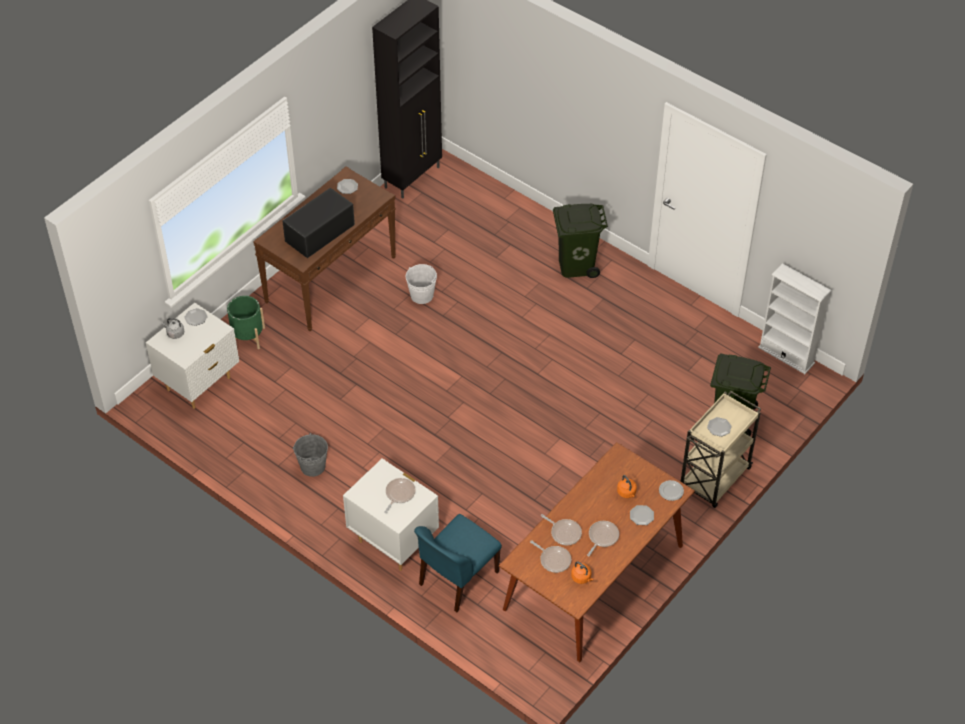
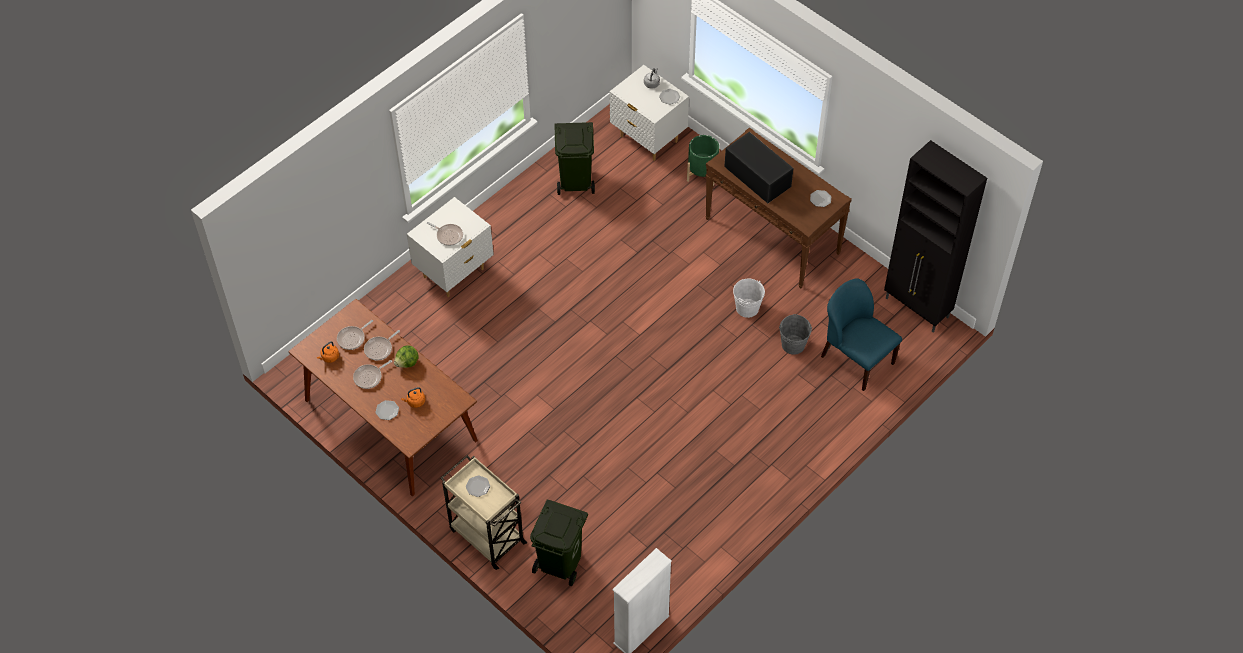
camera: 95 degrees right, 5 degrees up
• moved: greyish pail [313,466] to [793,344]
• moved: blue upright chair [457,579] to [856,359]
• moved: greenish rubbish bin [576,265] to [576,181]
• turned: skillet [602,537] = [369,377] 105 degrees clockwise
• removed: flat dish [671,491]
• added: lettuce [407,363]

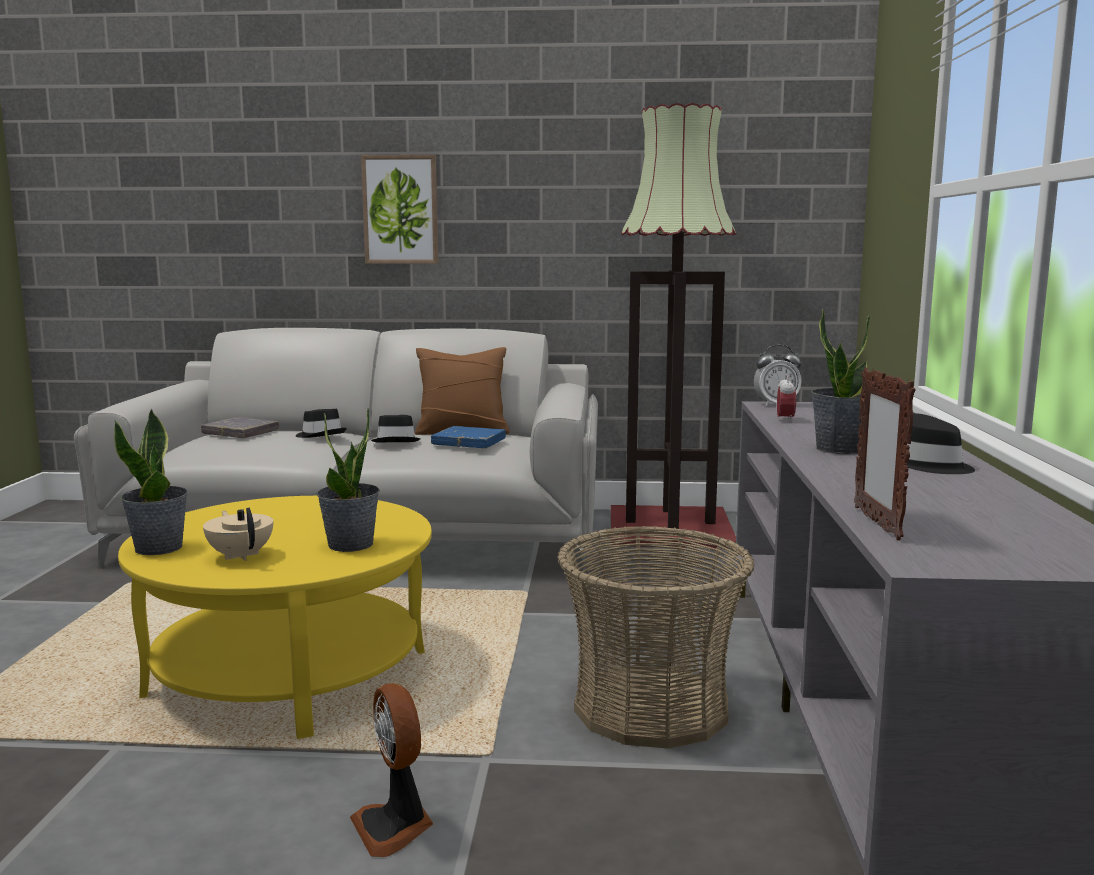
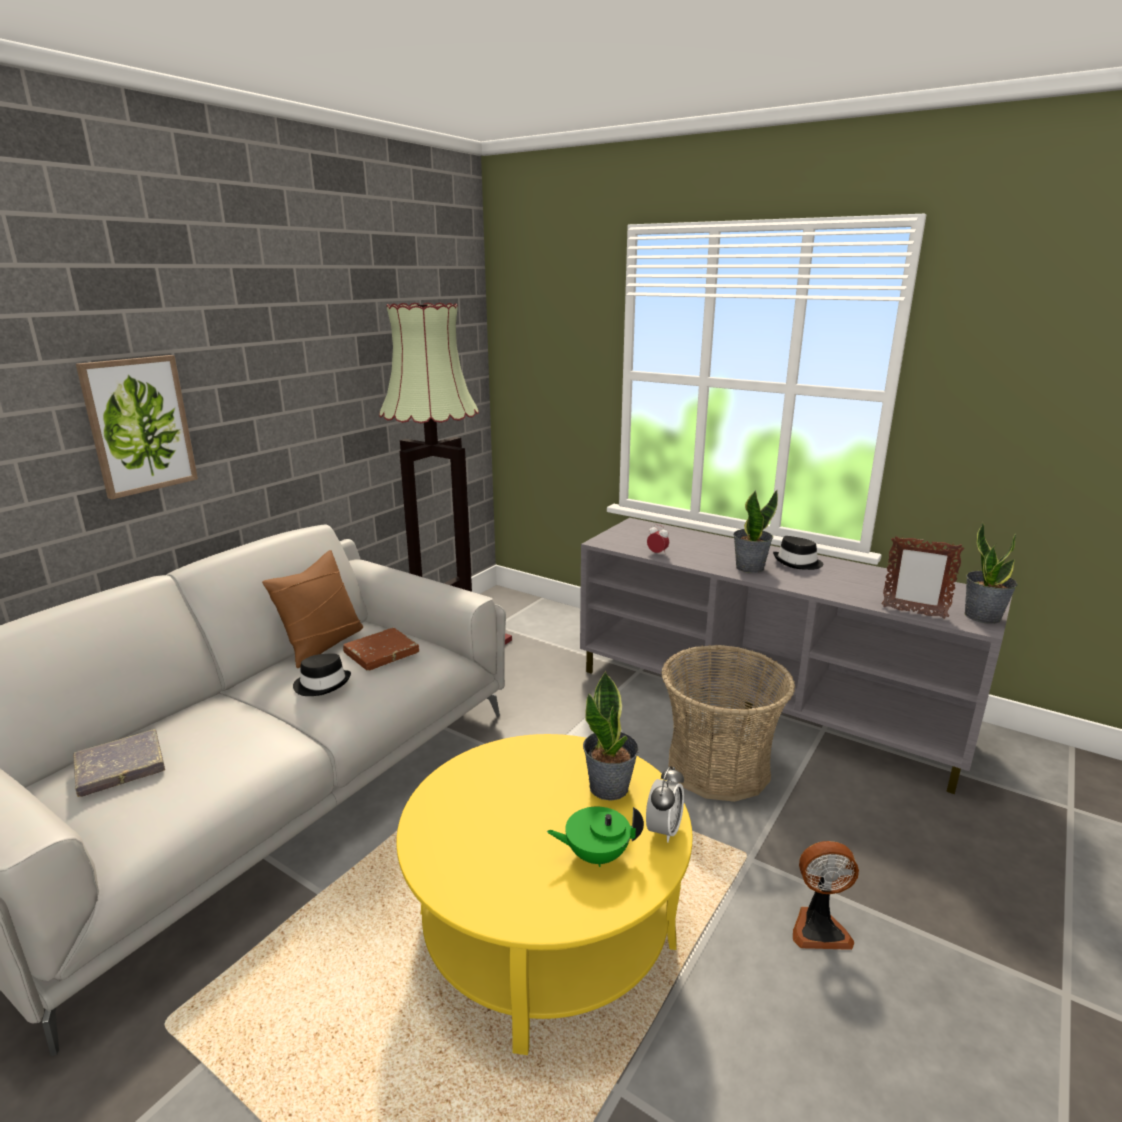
camera: 60 degrees left, 10 degrees up
• moved: houseplant [159,548] to [982,616]
• recoloured: sand-coloured pot for tea [241,556] to greenish pot for tea [596,855]
• removed: blackish hat [320,435]
• recoloured: blue bound book [469,442] to brown bound book [381,653]
• moved: alarm clock [776,405] to [663,830]

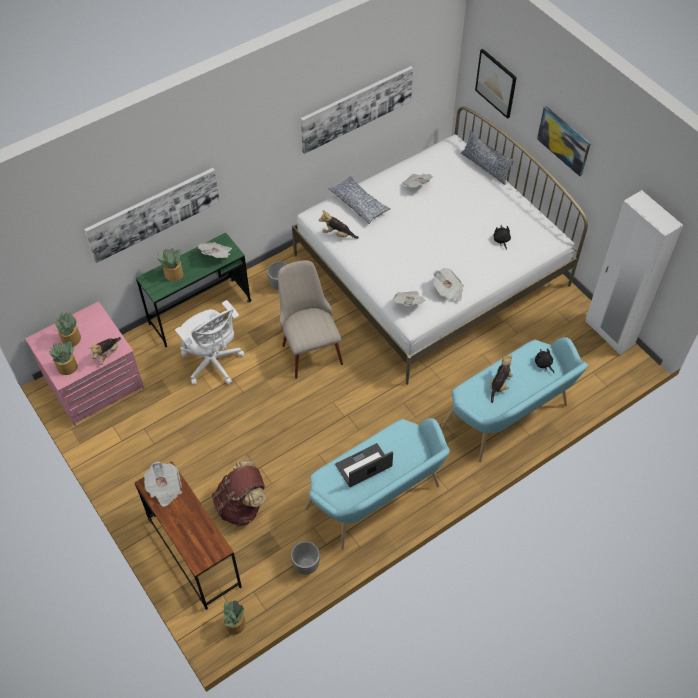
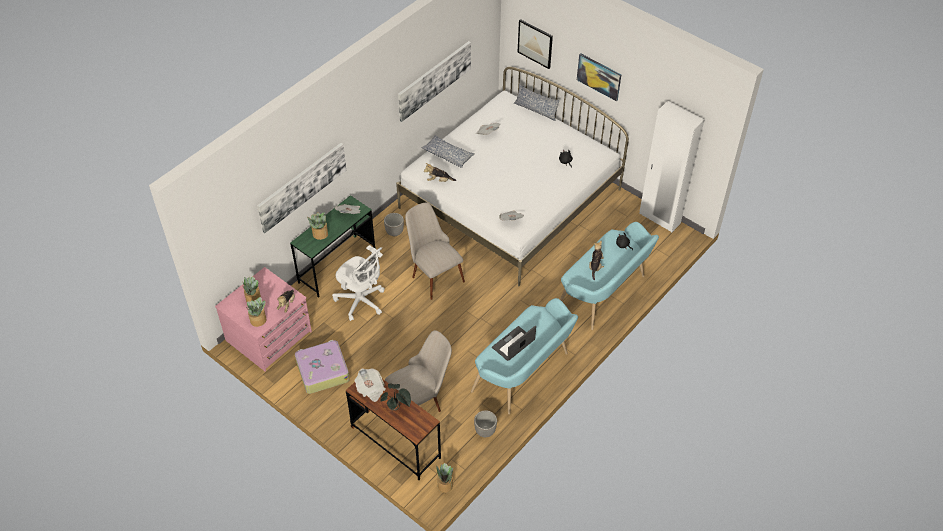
camera: 15 degrees left, 5 degrees down
• replaced: brown rucksack [241,505] to sand-coloured upright chair [420,400]
• removed: printed paper [448,290]
• added: suitcase [322,371]
• added: houseplant [396,407]

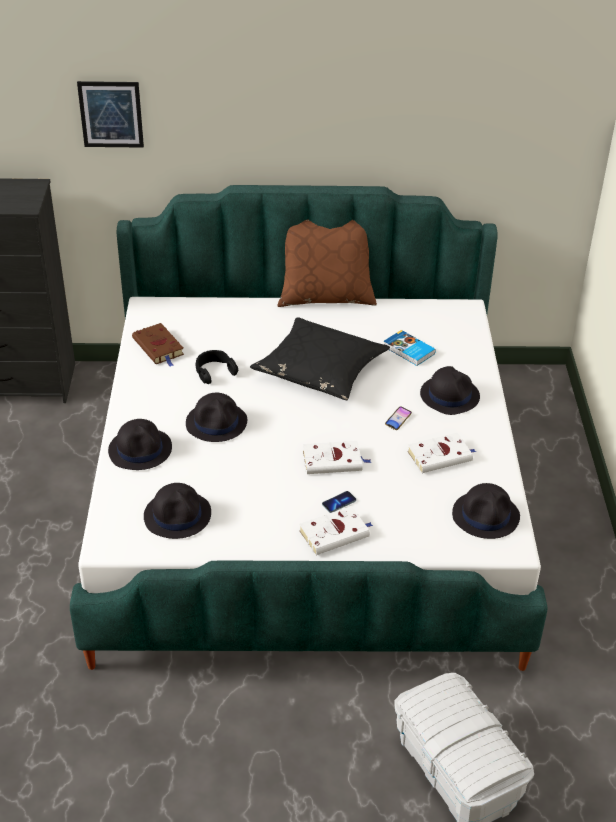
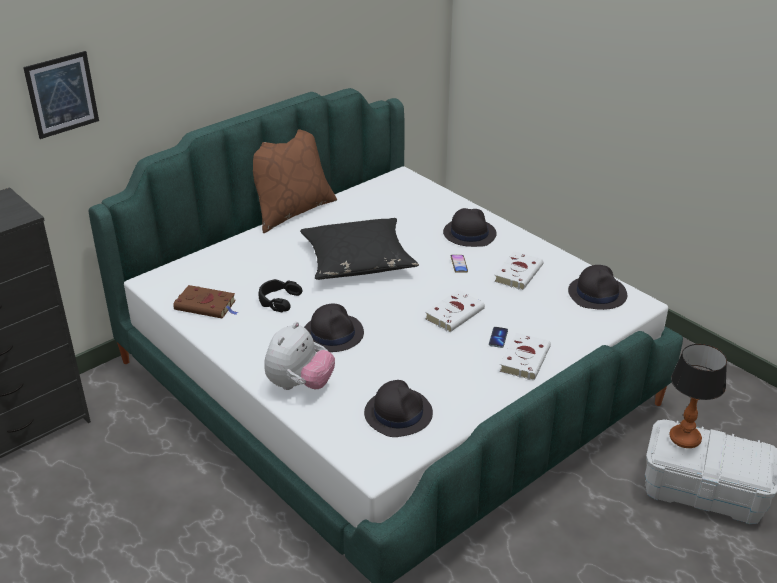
camera: 40 degrees left, 5 degrees down
• replaced: blackish hat [140,449] to cuddly toy [299,385]
• removed: bound book [408,350]
• added: tabletop lamp [684,438]

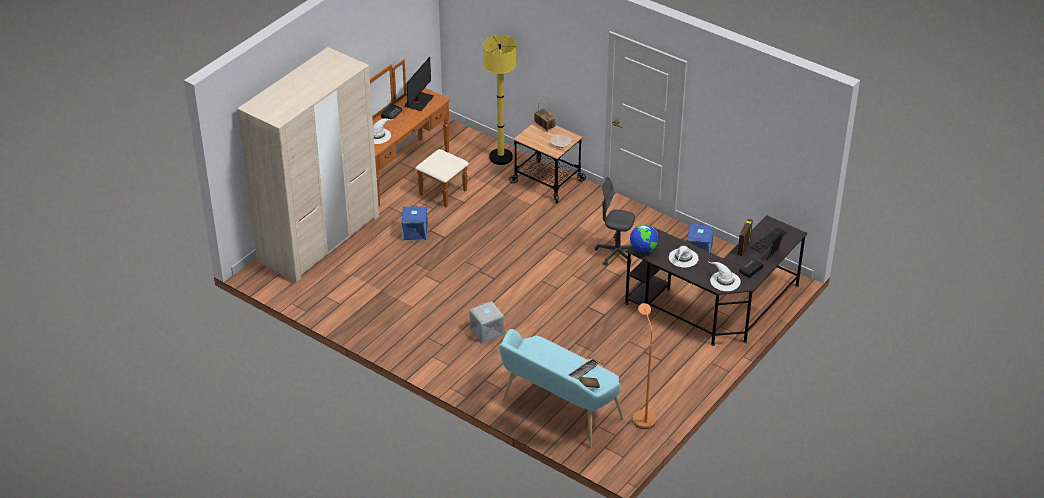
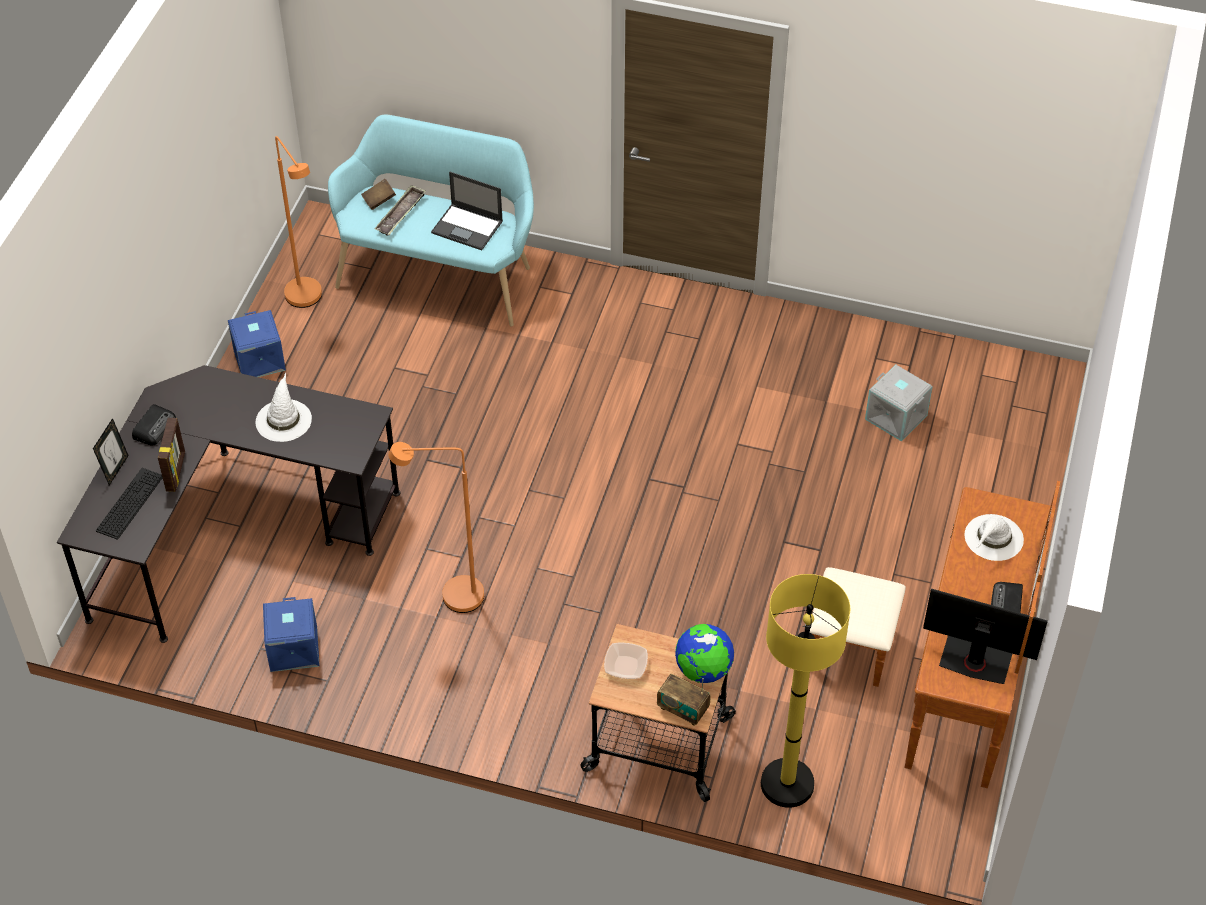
camera: 160 degrees right, 10 degrees up
• removed: sand-coloured wardrobe [319,239]
• moved: blue storage container [415,232] to [258,360]
• turned: computer screen [418,101] = [975,659] 105 degrees clockwise
• moved: greyish storage container [486,331] to [897,416]
• replaced: greyish computer chair [616,254] to orange-coloured standing lamp [451,596]
• moved: desk globe [643,249] to [703,670]
• removed: white-coloured hat [724,281]
• added: portable computer [468,227]

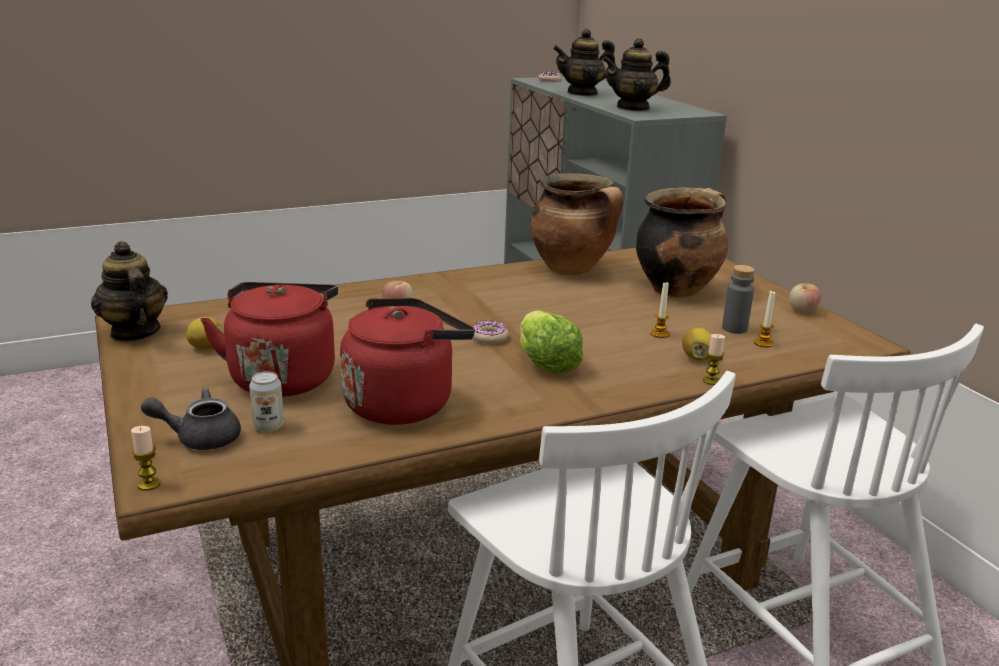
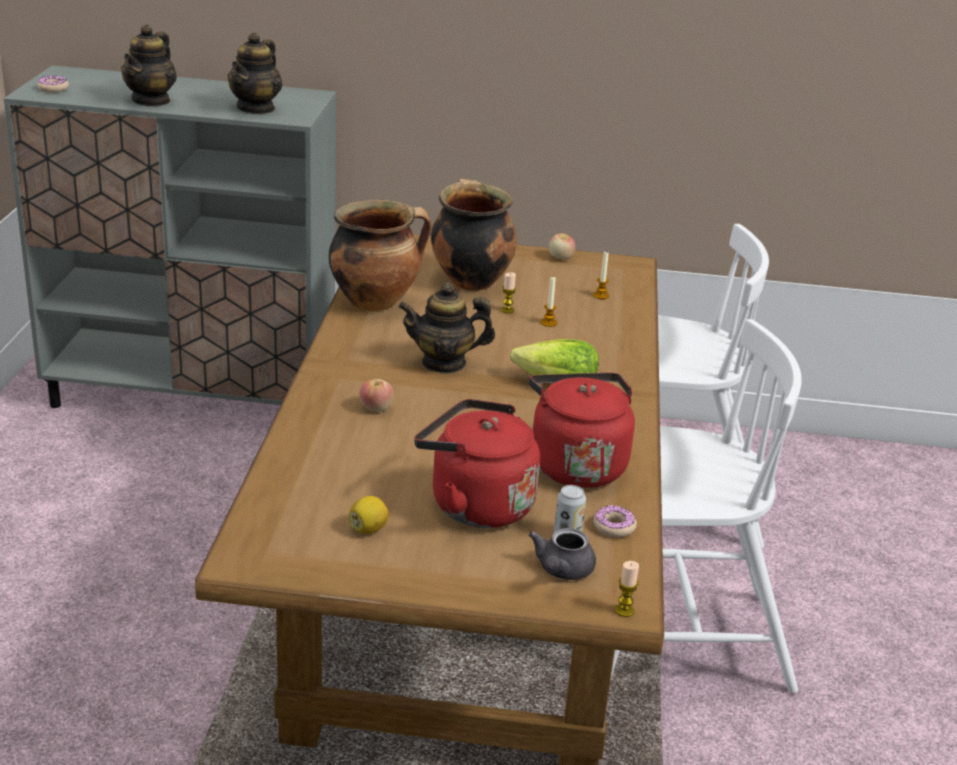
camera: 60 degrees left, 5 degrees up
• moved: pot for tea [134,332] to [444,363]
• moved: doughnut [489,338] to [614,527]
• removed: citrus fruit [696,358]
• moved: wax light [711,381] to [507,310]
• removed: greyish beverage bottle [734,328]

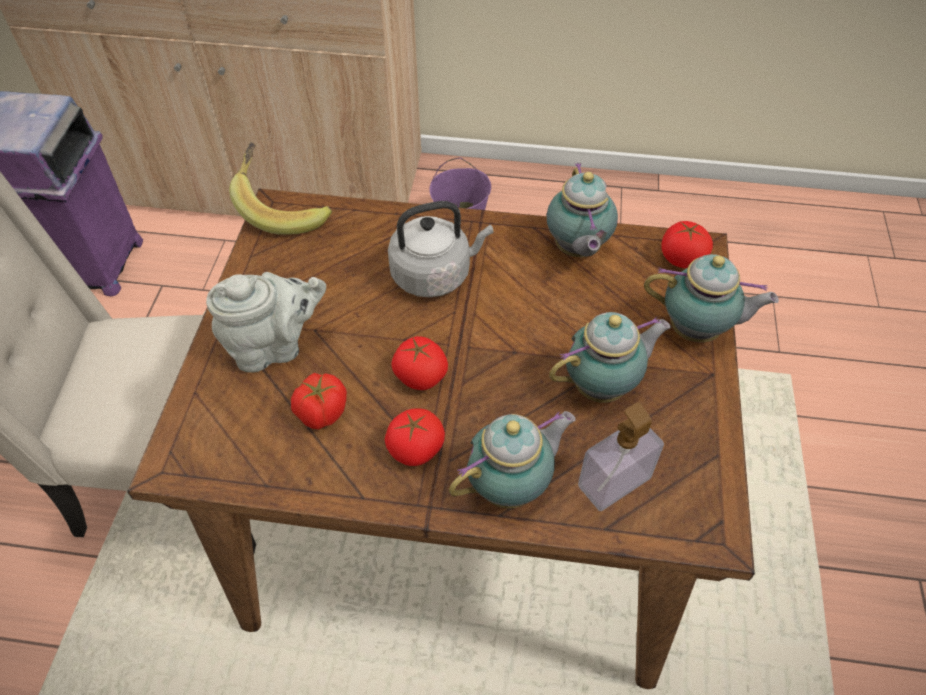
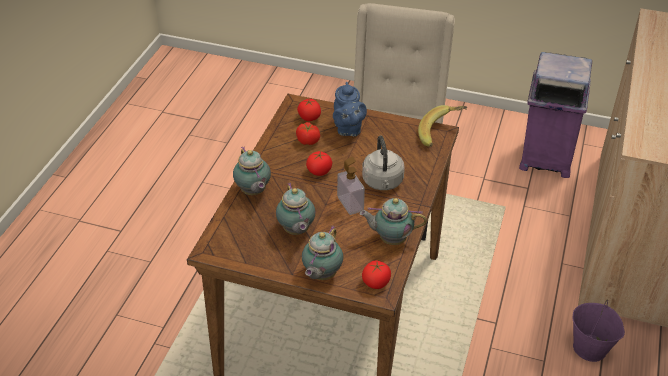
camera: 100 degrees right, 10 degrees down
• recoloured: greyish pot for tea [275,347] to blue pot for tea [348,129]
• moved: whole tomato [416,449] to [309,118]
• moved: liquid soap bottle [614,482] to [350,204]

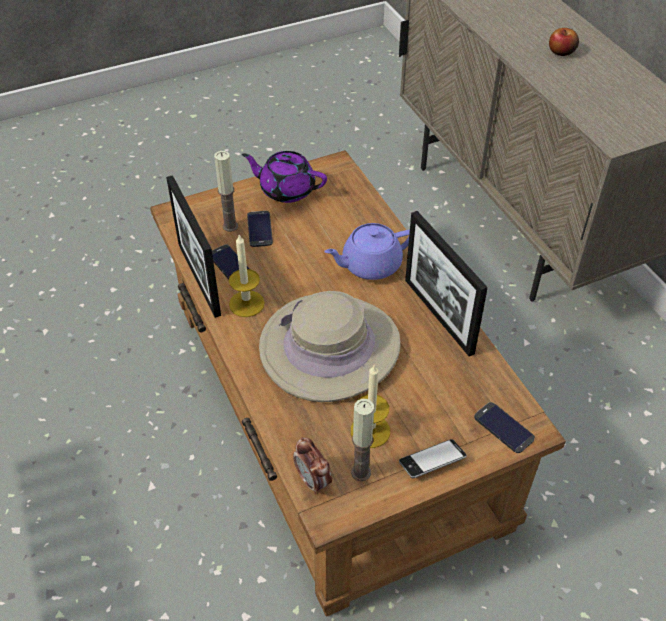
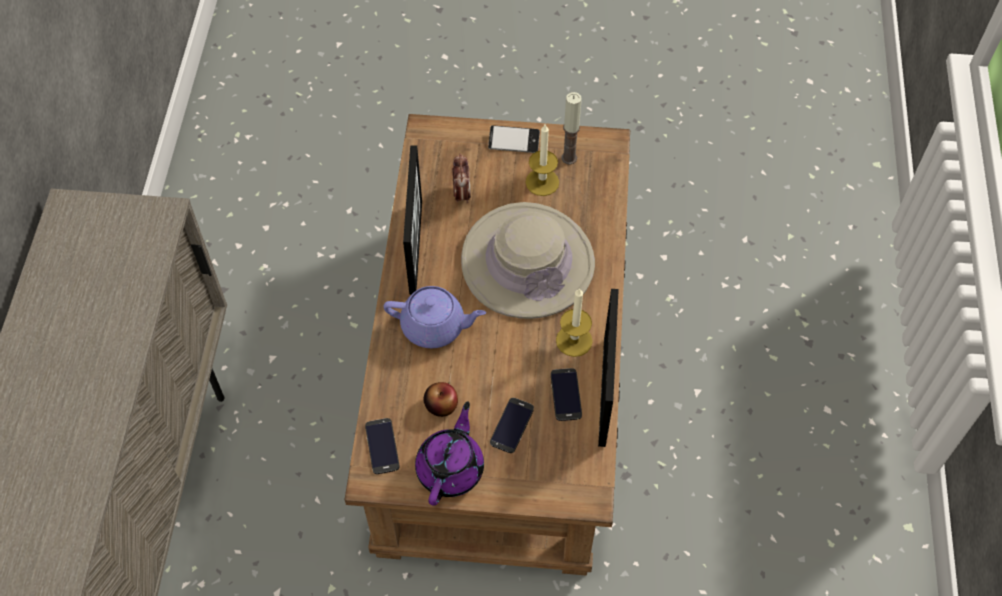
camera: 150 degrees left, 10 degrees up
• removed: wax light [230,226]
• turned: purplish pot for tea [286,189] = [451,468] 120 degrees counterclockwise
• moved: alarm clock [313,481] to [461,194]
• moved: handset [504,427] to [382,446]
• moved: apple fruit [561,52] to [441,405]

